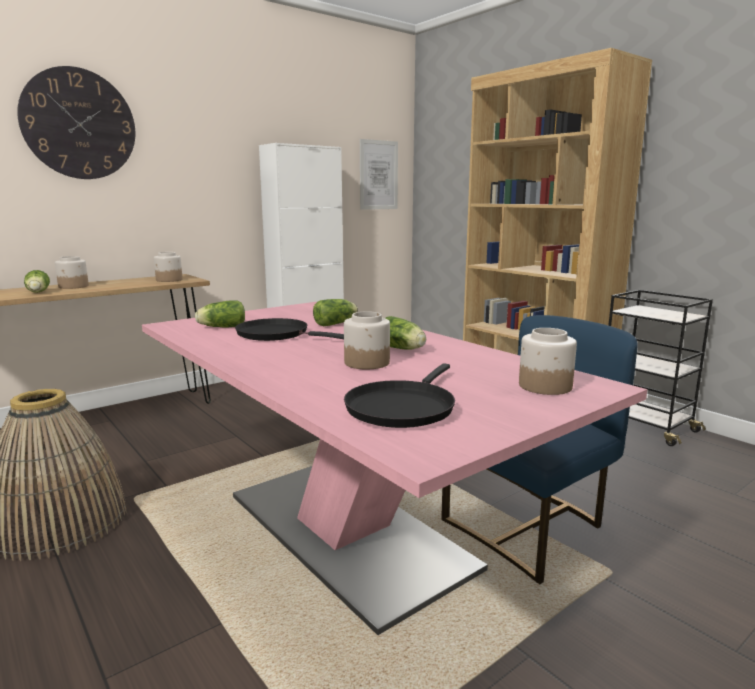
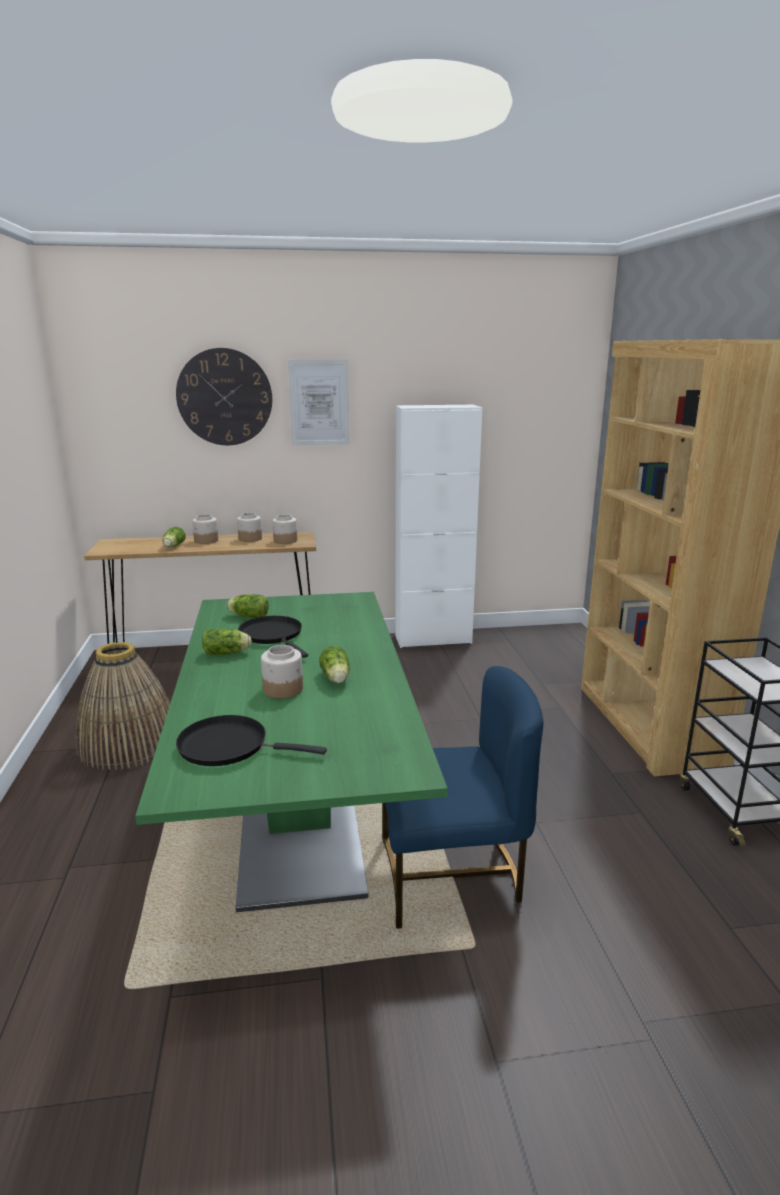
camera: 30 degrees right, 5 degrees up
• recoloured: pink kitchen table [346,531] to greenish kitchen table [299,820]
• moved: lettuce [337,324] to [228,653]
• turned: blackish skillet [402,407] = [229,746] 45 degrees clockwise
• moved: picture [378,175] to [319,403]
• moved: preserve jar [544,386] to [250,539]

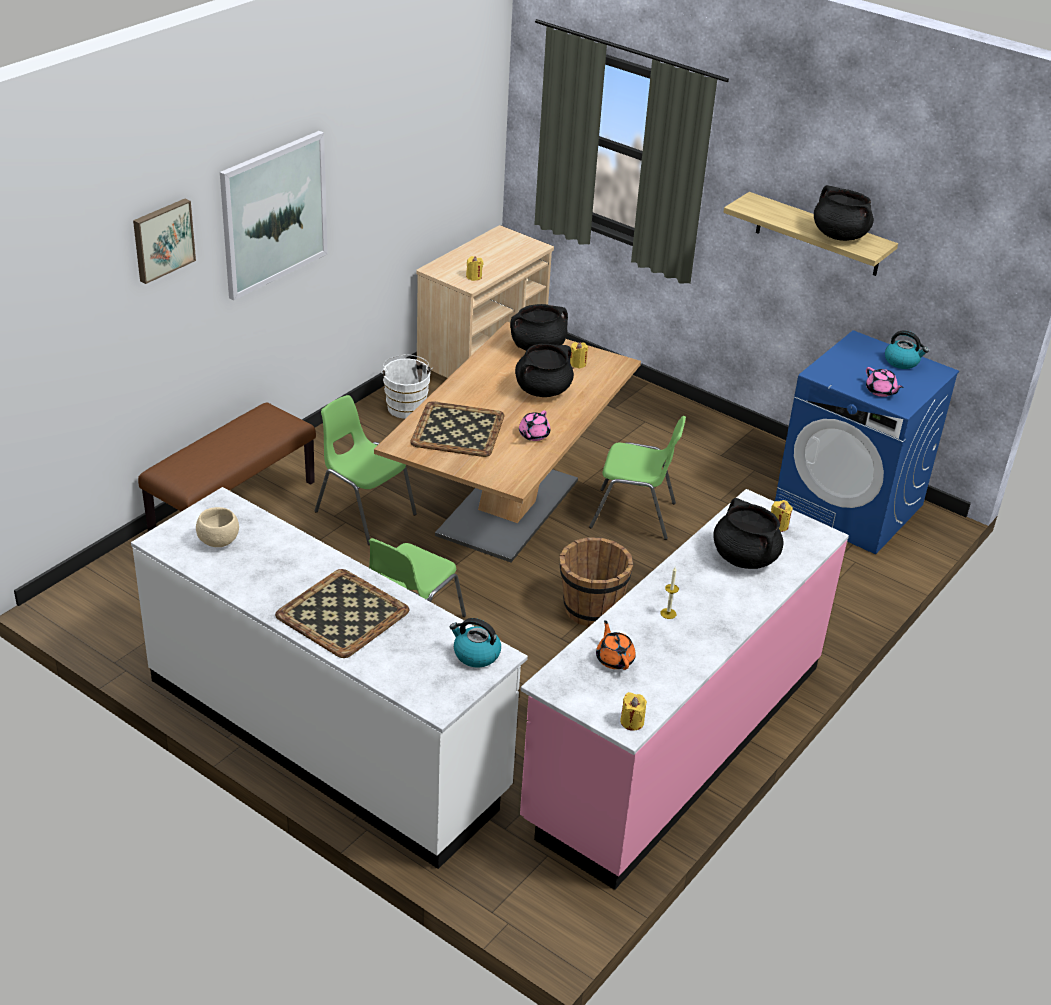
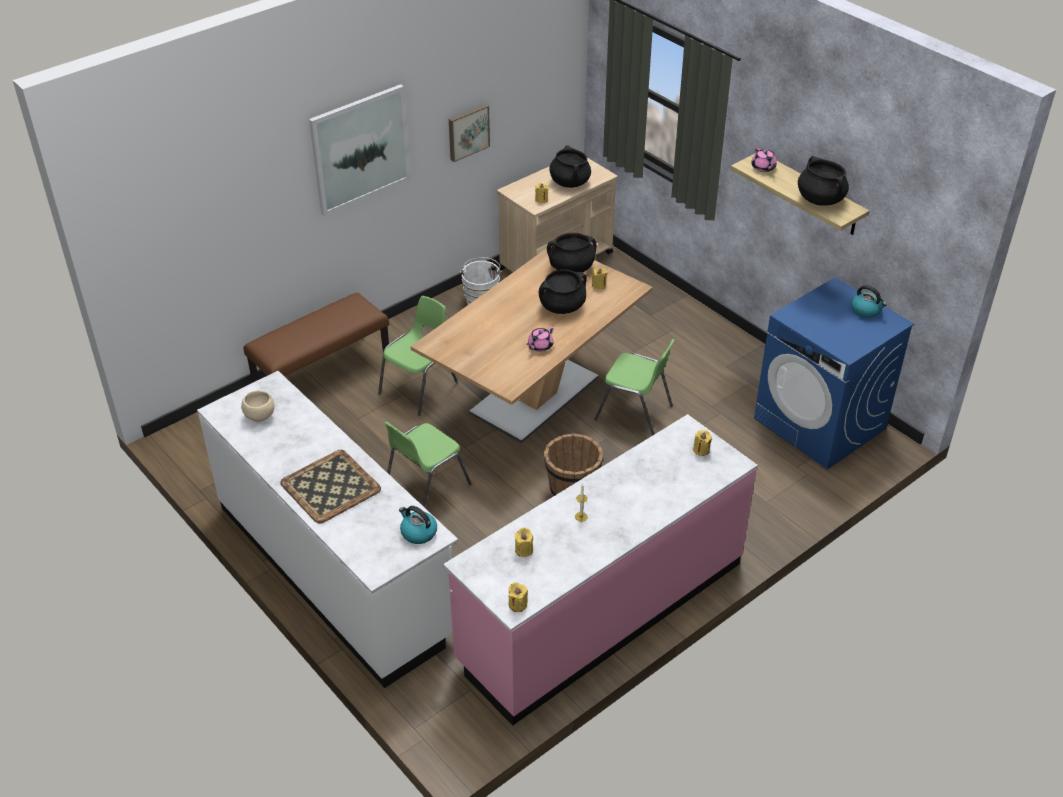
camera: 15 degrees right, 5 degrees up
• moved: picture [162,239] to [467,132]
• turned: greenish upright chair [364,512] = [420,388] 75 degrees clockwise
• removed: tray [459,429]
• replaced: orange-coloured pot for tea [614,659] to yellowish wax light [524,550]
• moved: blackish stockpot [744,557] to [569,182]
• moved: pink pot for tea [880,391] to [763,168]

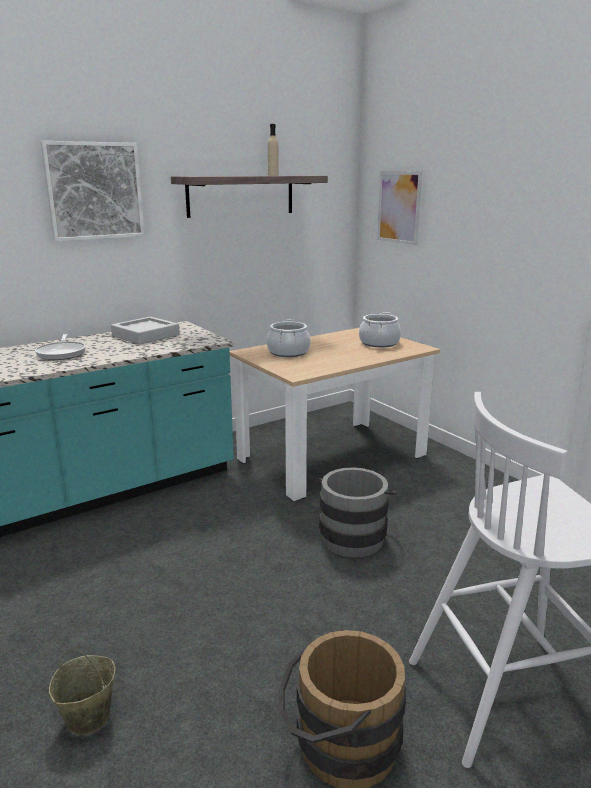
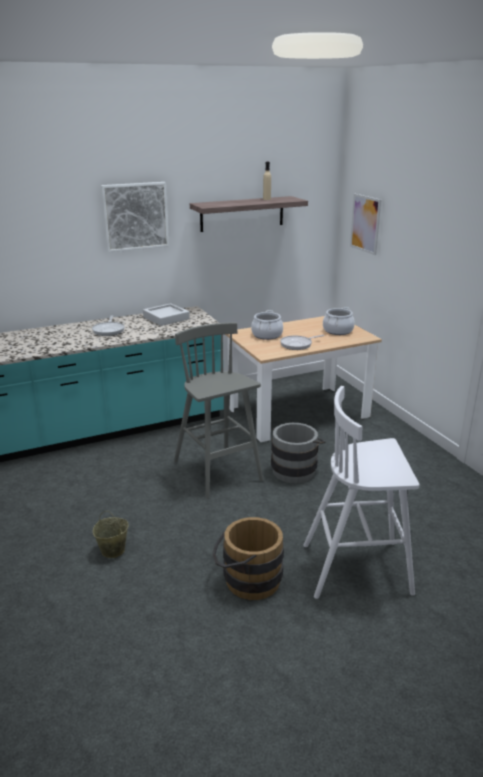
camera: 10 degrees right, 5 degrees up
• added: greyish stool seat [218,472]
• added: skillet [298,344]

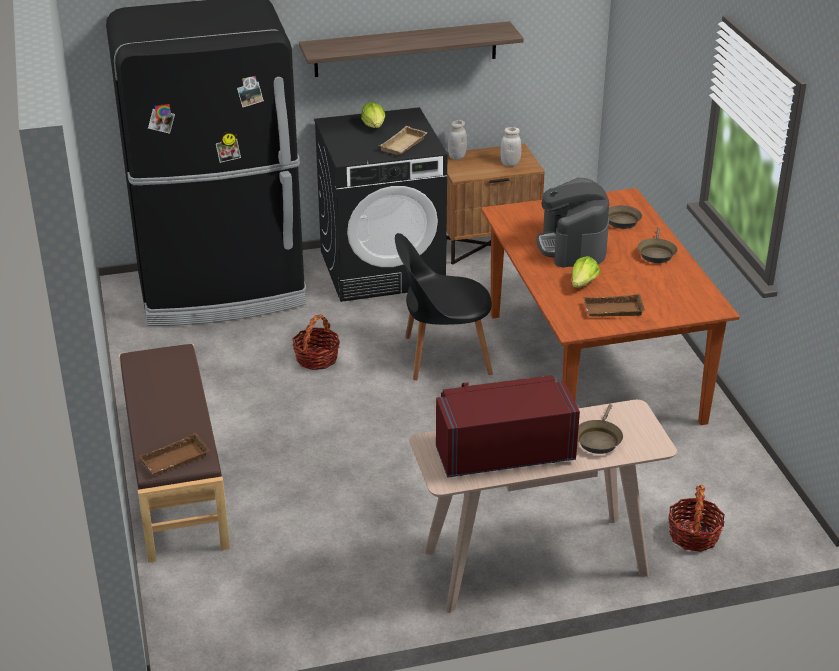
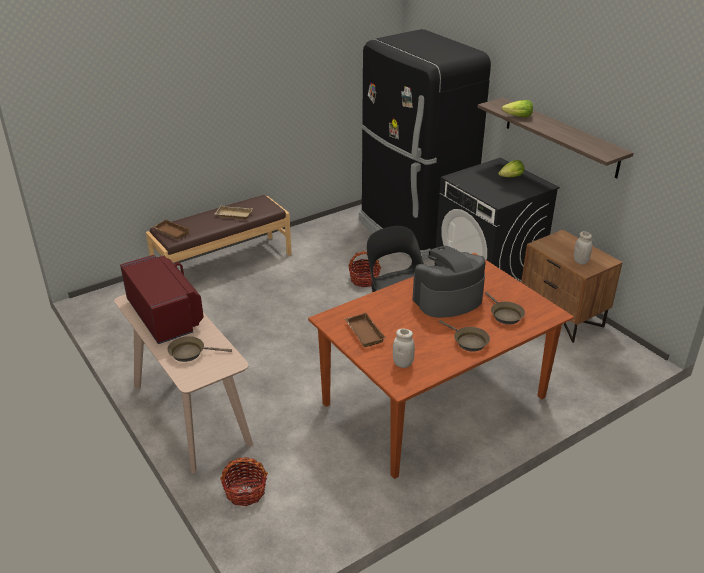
camera: 70 degrees right, 0 degrees up
• moved: sand-coloured tray [404,145] to [233,215]
• moved: white-coloured preserve jar [457,156] to [403,363]
• moved: lettuce [583,284] to [518,117]
• turned: brown skillet [656,253] = [468,341] 120 degrees counterclockwise

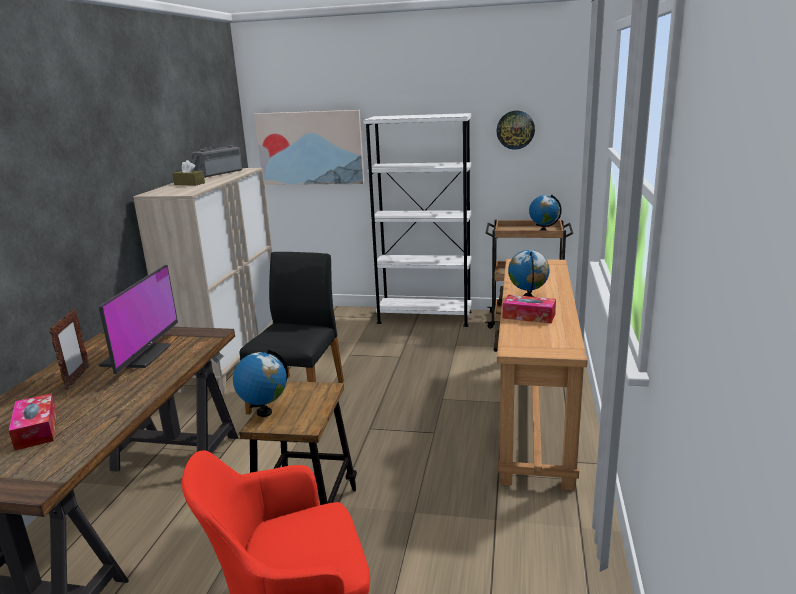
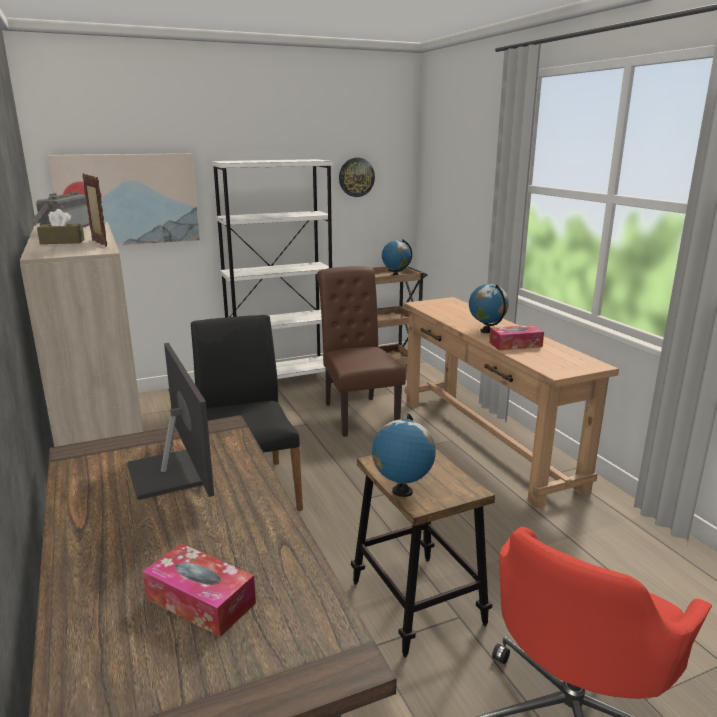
camera: 35 degrees left, 0 degrees up
• moved: picture frame [77,378] to [99,243]
• added: brown upright chair [358,413]

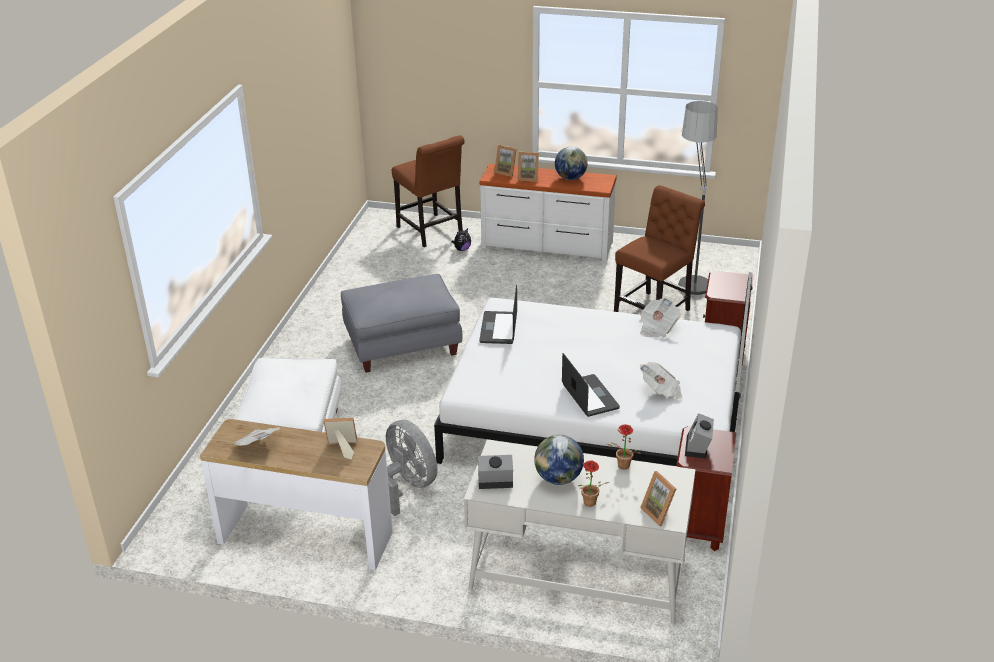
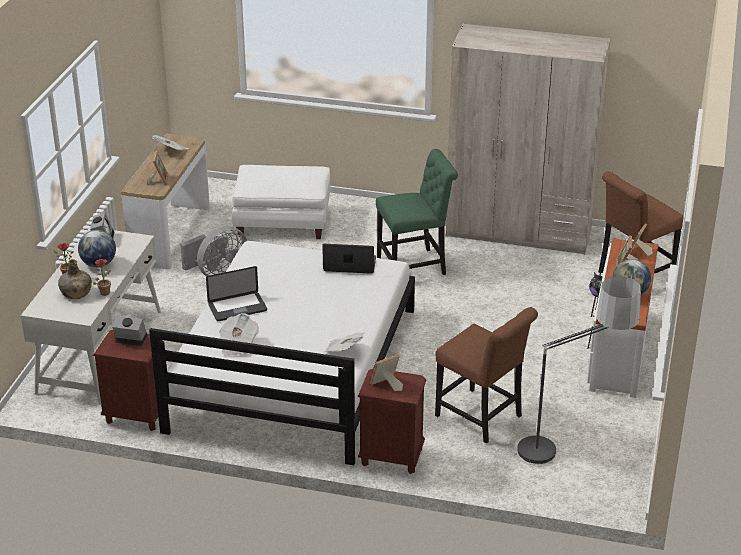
camera: 90 degrees right, 0 degrees up
• replaced: greyish ottoman [403,345] to greenish upright chair [415,266]
• moved: picture frame [660,512] to [386,385]
• added: greenish beverage bottle [76,293]
• added: sand-coloured wardrobe [519,232]

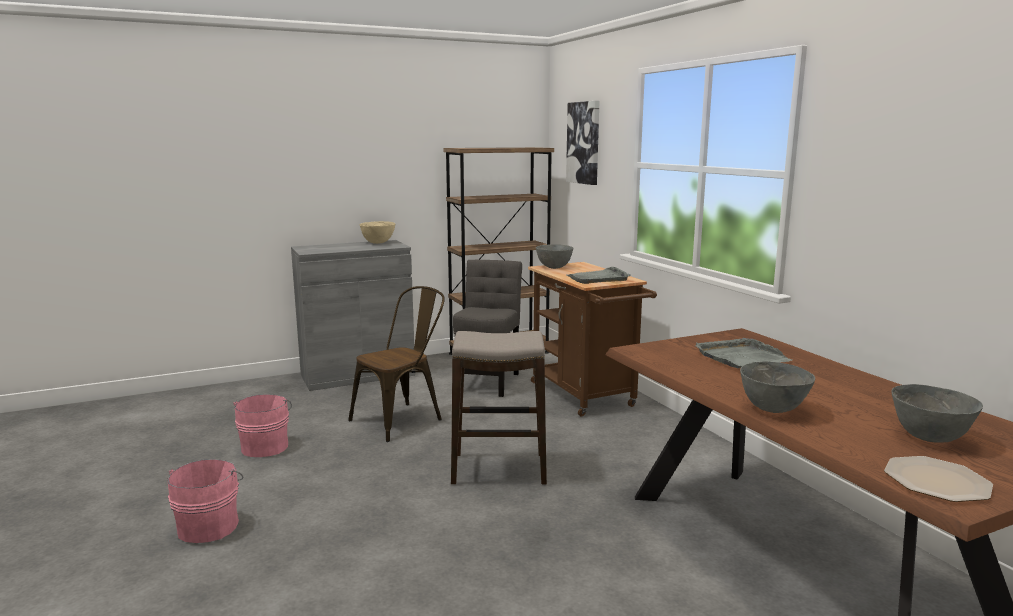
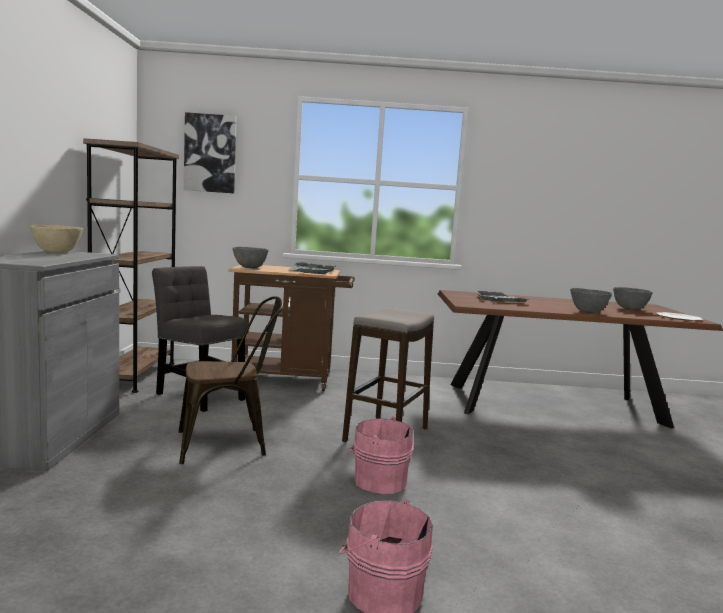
camera: 65 degrees left, 5 degrees down
• moved: pink pail [266,446] to [378,480]
• turned: brown upright chair [402,419] = [229,443] 90 degrees clockwise

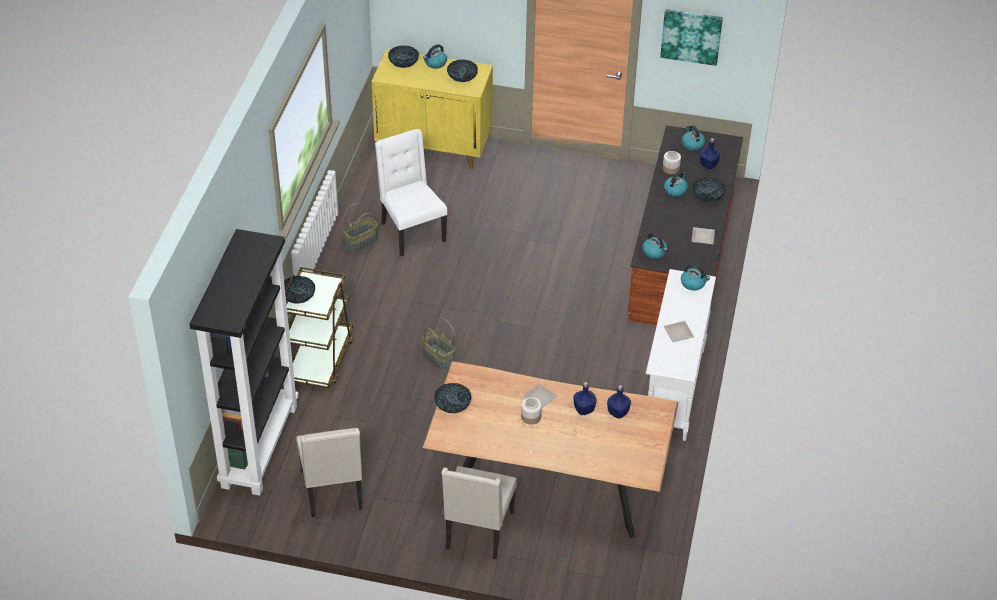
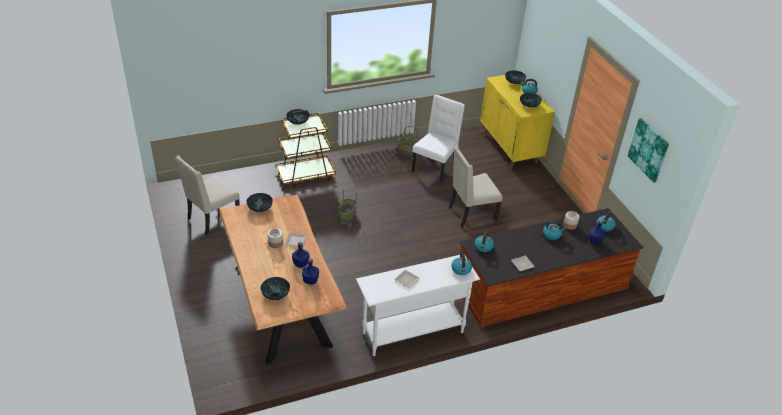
camera: 55 degrees right, 5 degrees down
• removed: blackish bookcase [259,445]
• moved: sand-coloured upright chair [478,531] to [471,214]
• moved: deep dish [707,196] to [275,294]

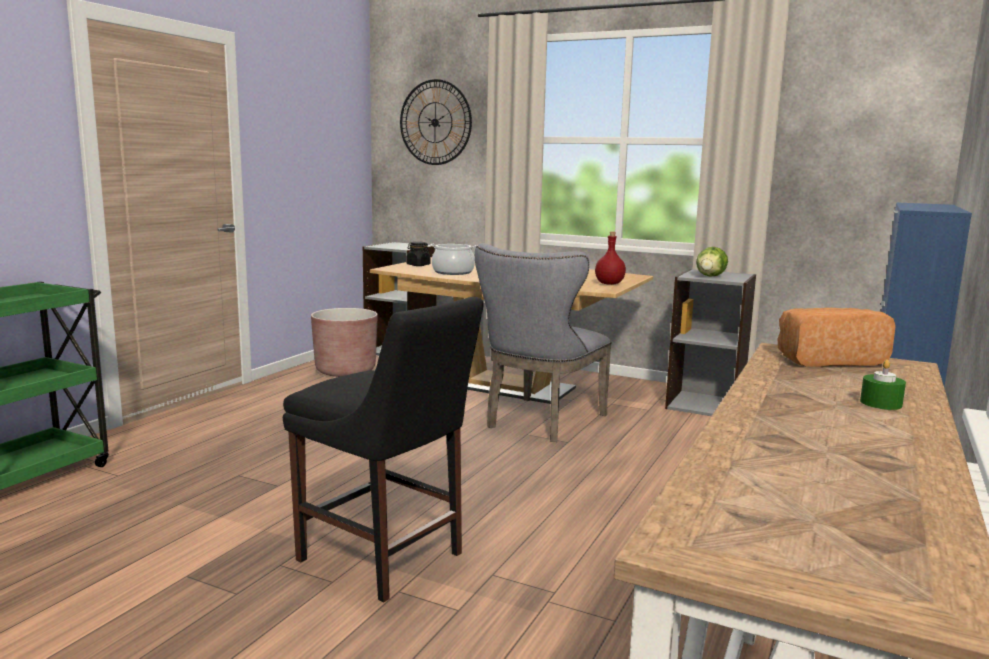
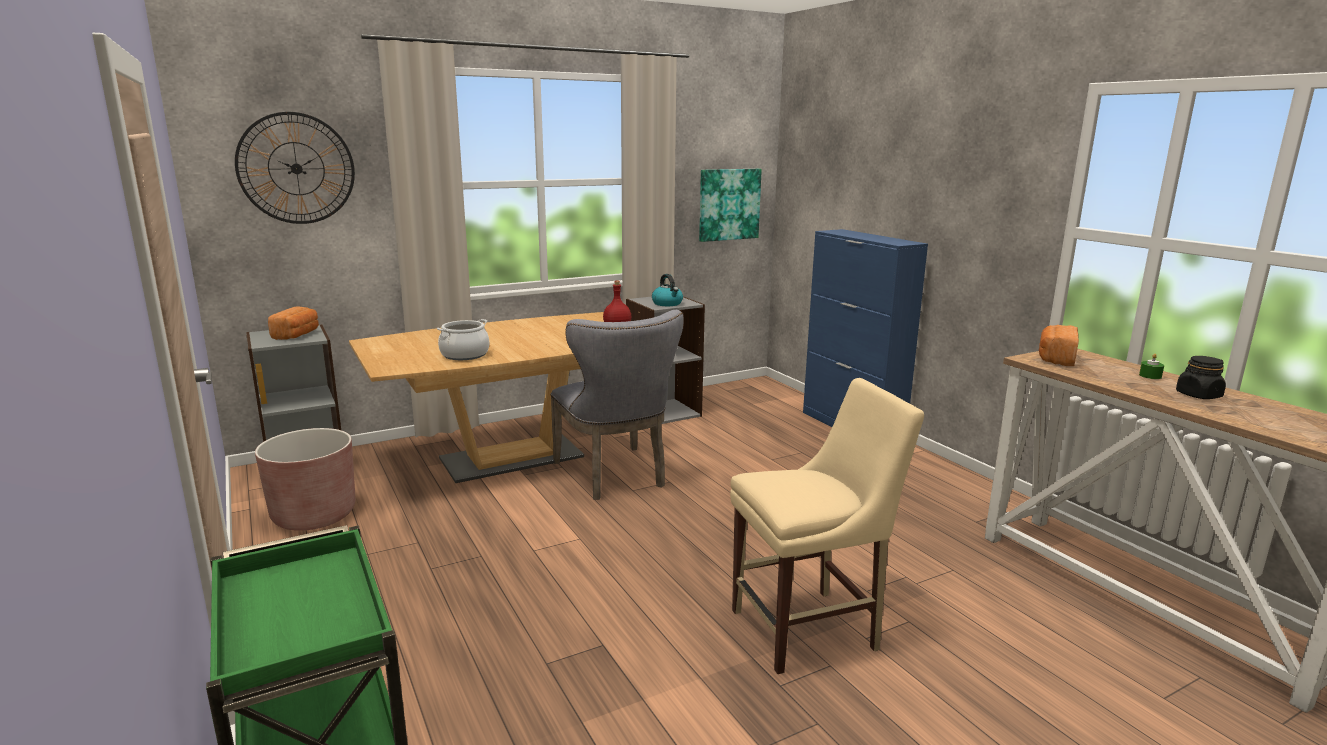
camera: 55 degrees left, 5 degrees up
• recoloured: blackish upright chair [385,559] to sand-coloured upright chair [810,628]
• moved: blackish preserve jar [418,265] to [1198,395]
• replaced: lettuce [710,276] to water kettle [667,303]
• added: baked bread [297,335]
• added: picture [729,204]

